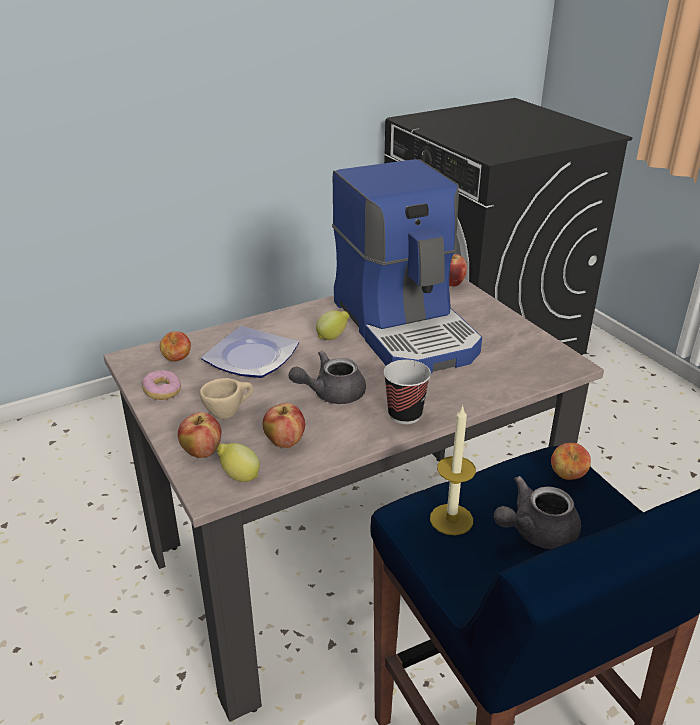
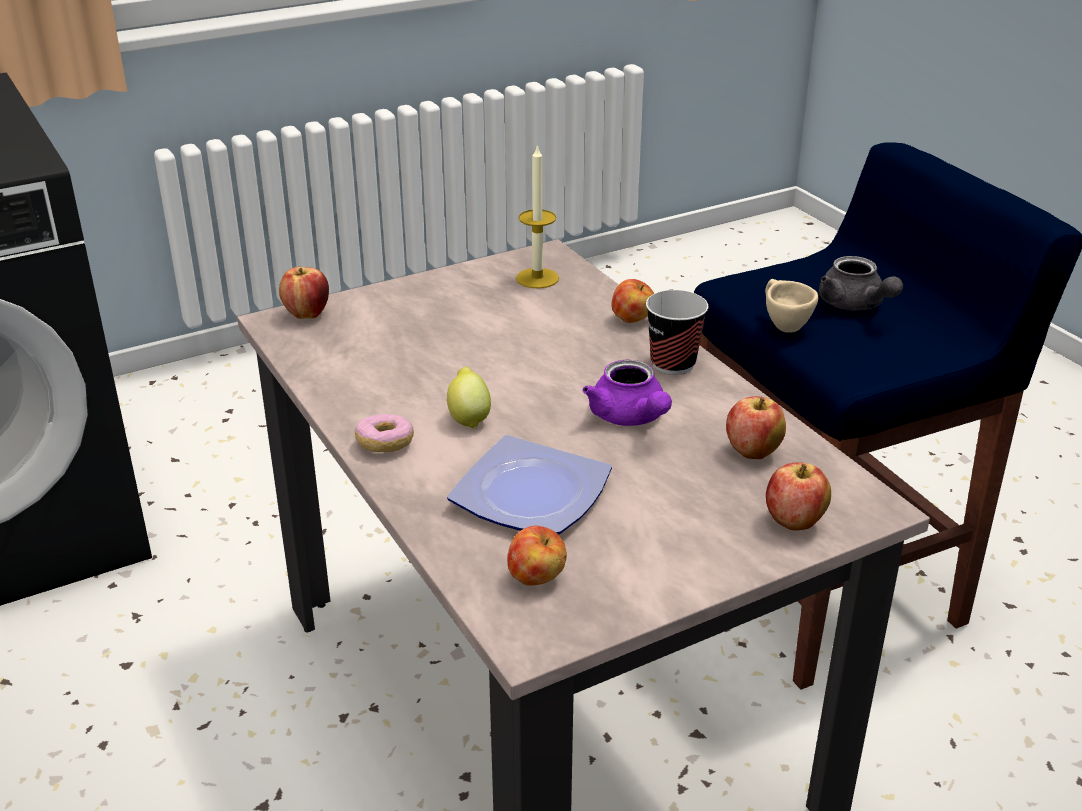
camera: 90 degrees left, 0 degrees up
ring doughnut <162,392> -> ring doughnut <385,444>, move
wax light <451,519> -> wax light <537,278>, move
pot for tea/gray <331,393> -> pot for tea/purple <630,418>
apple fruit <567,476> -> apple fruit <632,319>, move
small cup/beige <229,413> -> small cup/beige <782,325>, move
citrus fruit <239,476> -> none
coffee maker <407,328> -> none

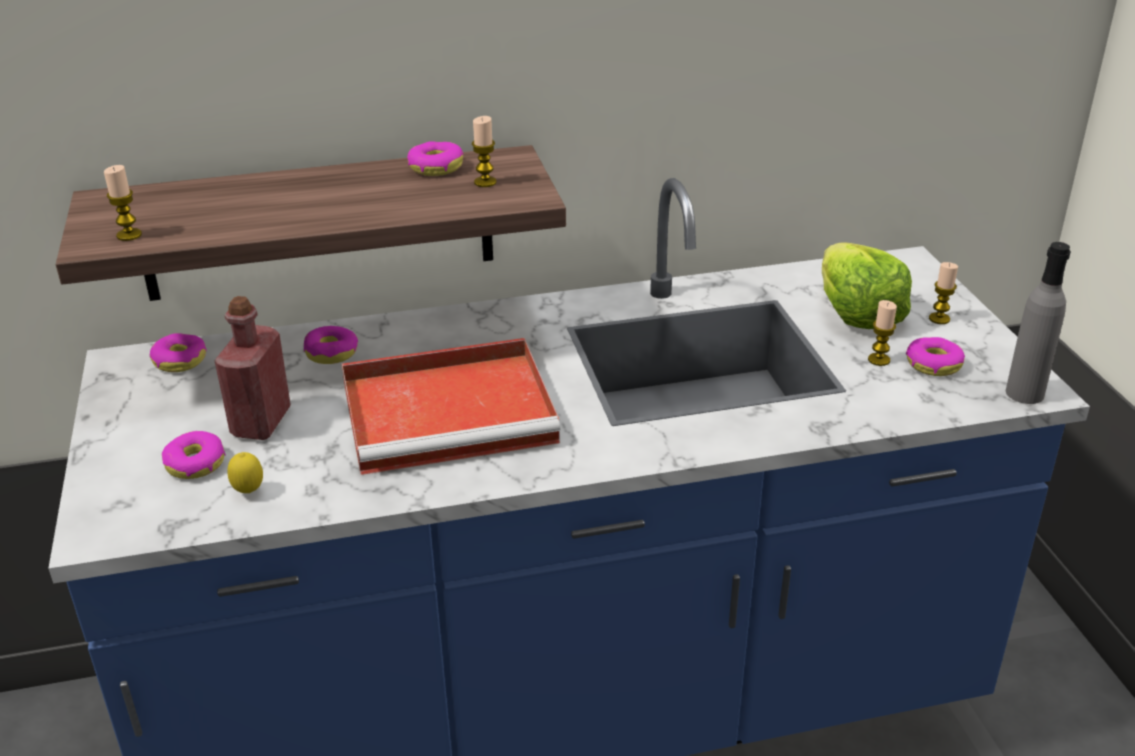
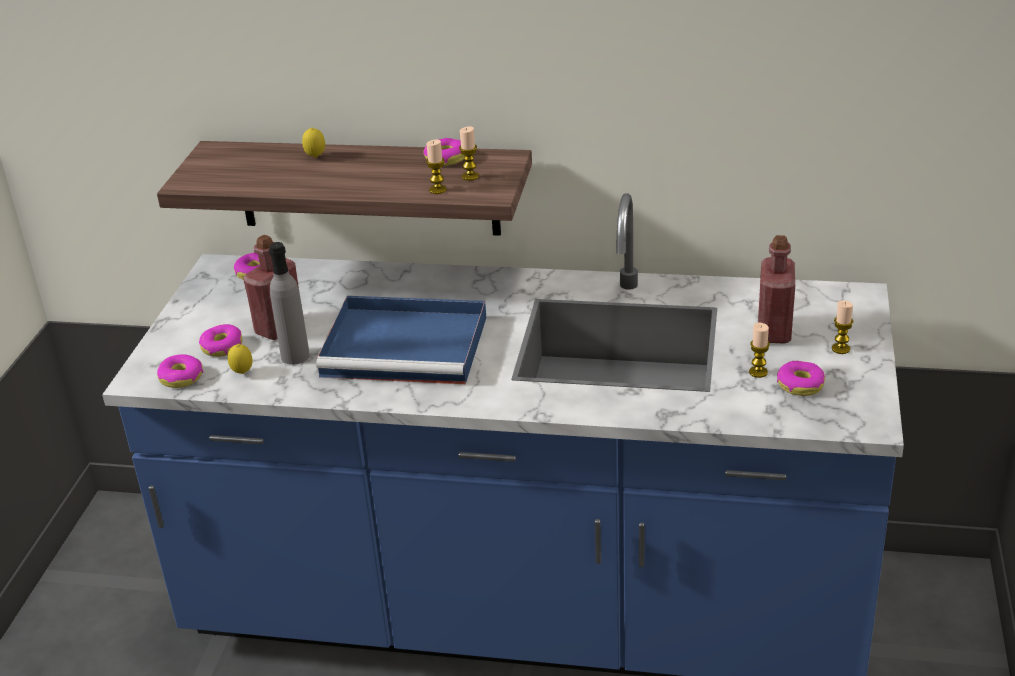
camera: 25 degrees right, 0 degrees up
ring doughnut <331,353> -> ring doughnut <181,377>, move
bottle/gray <1024,393> -> bottle/gray <295,356>, move
none -> citrus fruit <315,157>
tray/reddish <452,411> -> tray/blue-coloured <408,346>
wax light <129,235> -> wax light <438,190>, move
lettuce <857,313> -> bottle/reddish <774,331>

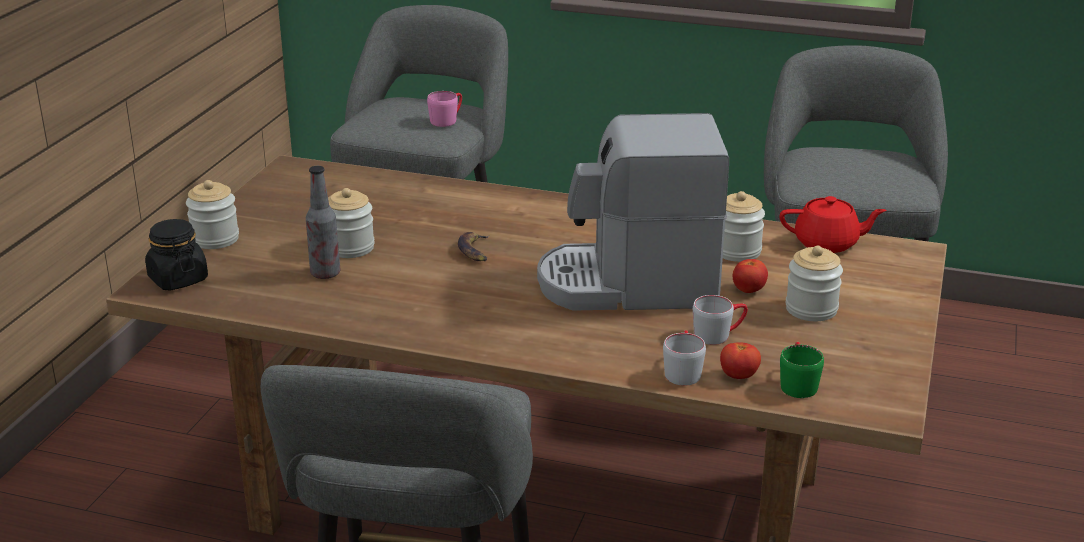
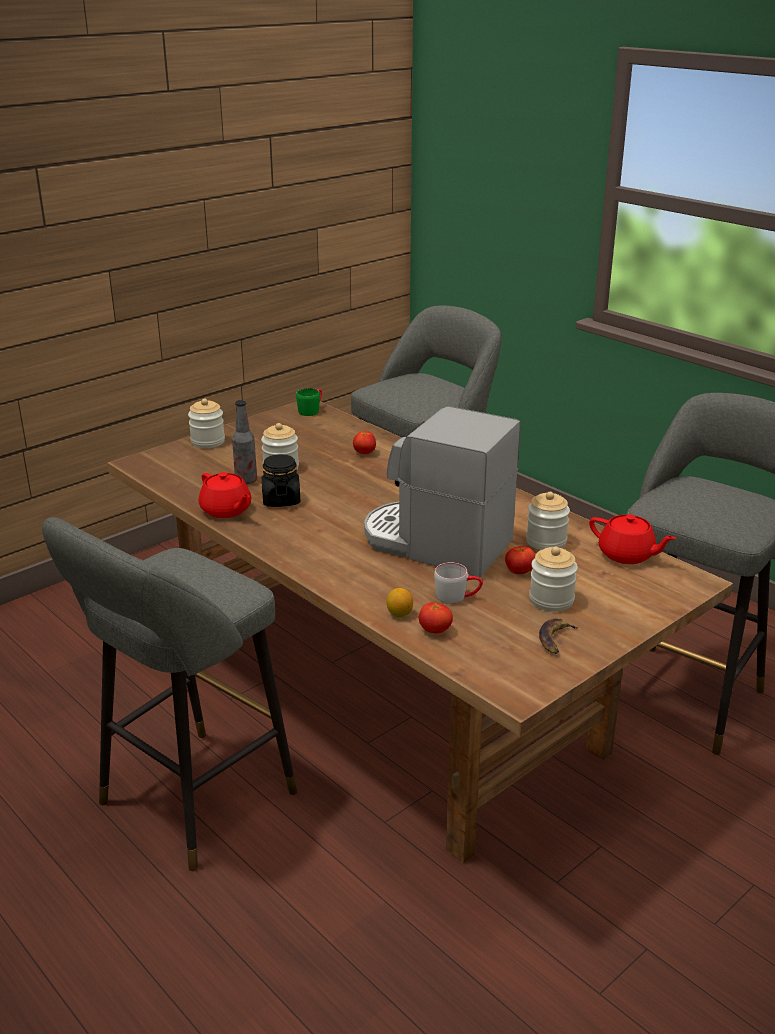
camera: 30 degrees right, 0 degrees up
none -> pot for tea/reddish <226,510>
jar/black <178,279> -> jar/black <281,500>, move
coffee mug/green <797,383> -> coffee mug/green <311,410>, move
none -> tomato <364,453>
coffee mug/gray <682,371> -> citrus fruit <399,614>
banana fruit <475,251> -> banana fruit <555,639>, move
coffee mug/pinkish <447,119> -> none

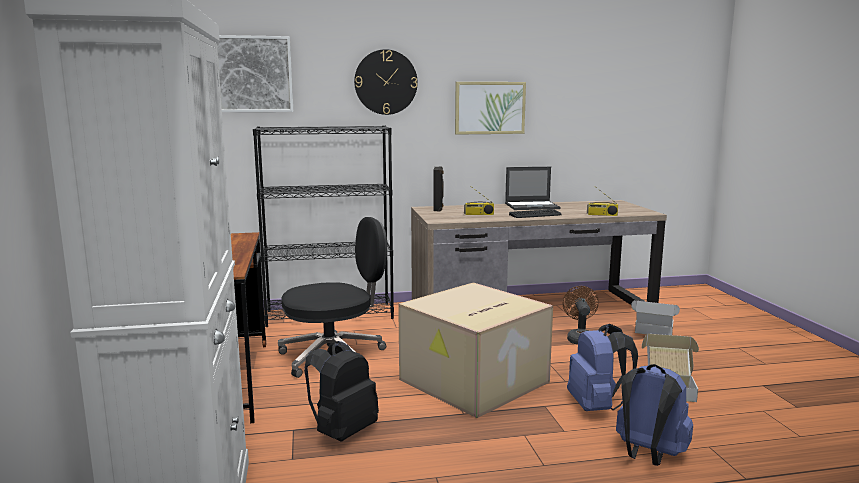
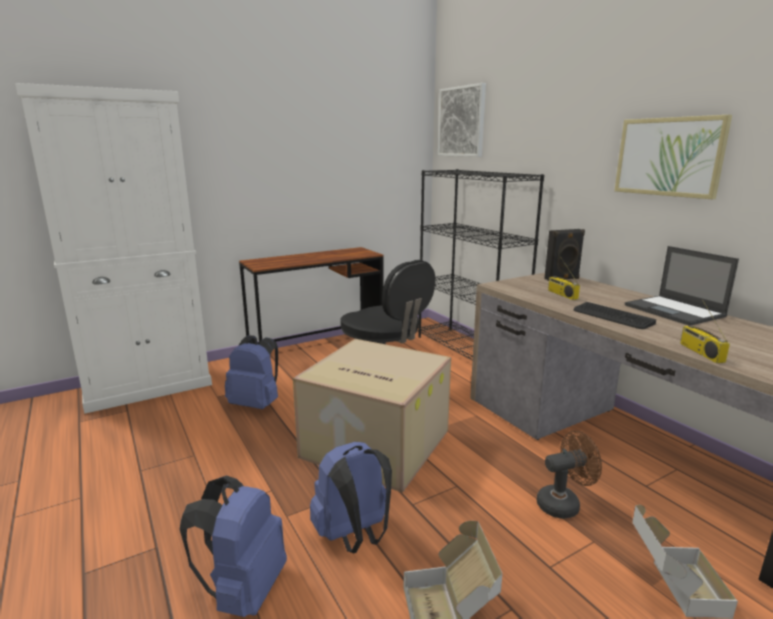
camera: 70 degrees right, 5 degrees up
backpack/black <342,432> -> backpack/blue-coloured <257,404>
clock on the wall <386,82> -> none

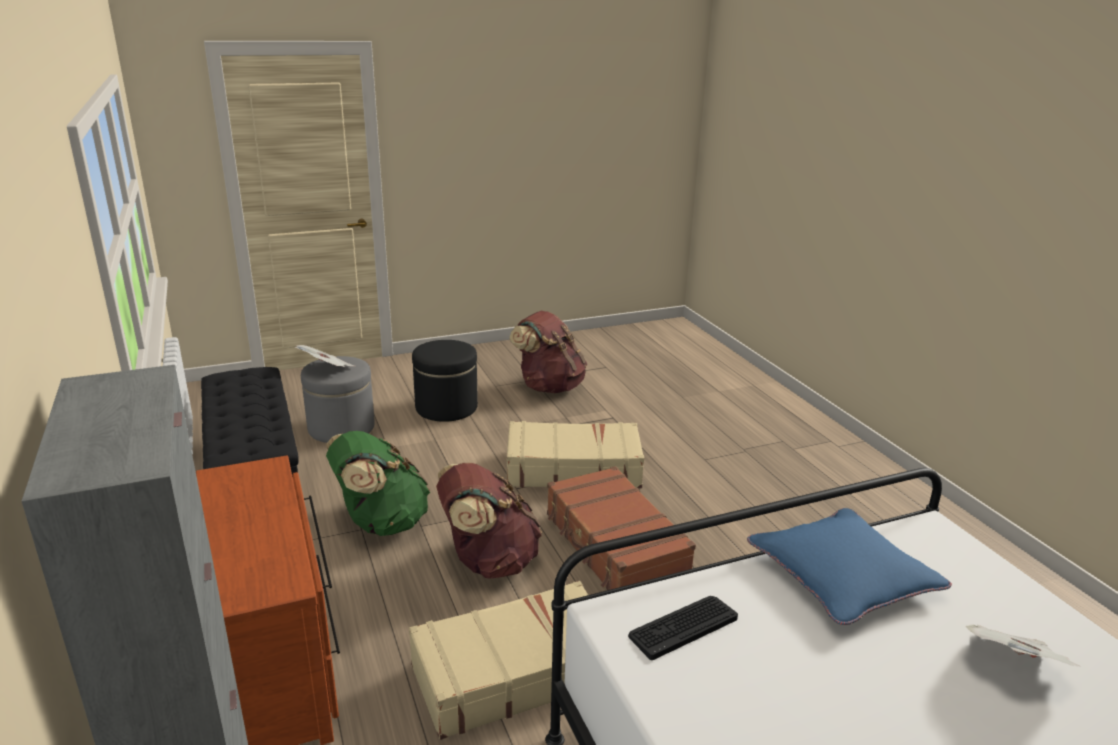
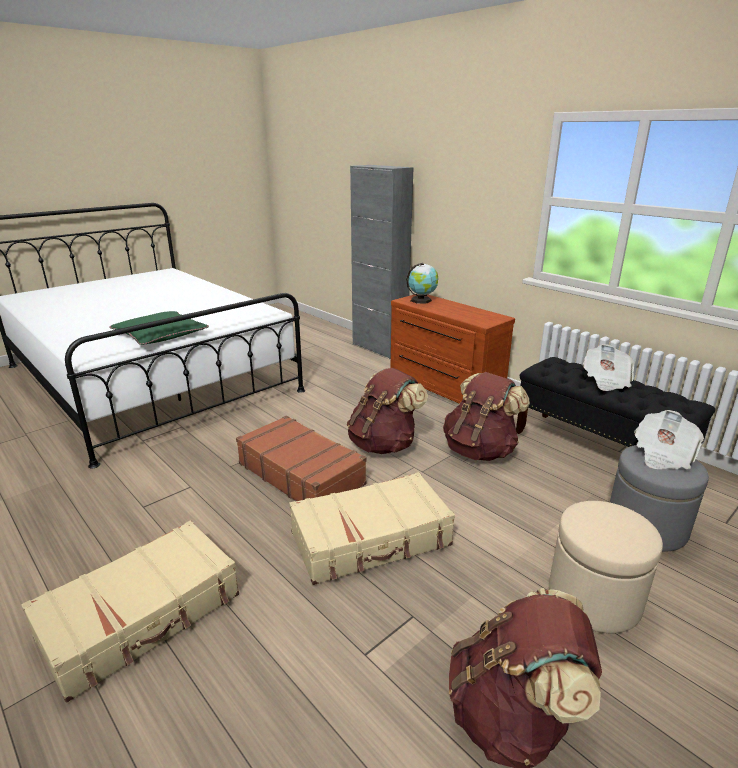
camera: 160 degrees right, 0 degrees up
piece of luggage/beige <514,672> -> piece of luggage/beige <142,616>, move
throw pillow/blue-coloured <842,575> -> throw pillow/green <160,335>
none -> desk globe <422,300>
backpack/green <381,523> -> backpack/brownish <480,450>
ottoman/black <446,407> -> ottoman/beige <594,598>
newspaper <1014,665> -> newspaper <606,381>, move
computer keyboard <682,627> -> none

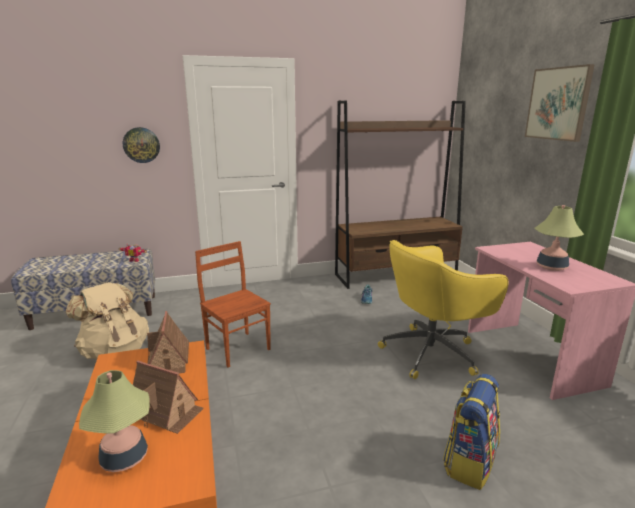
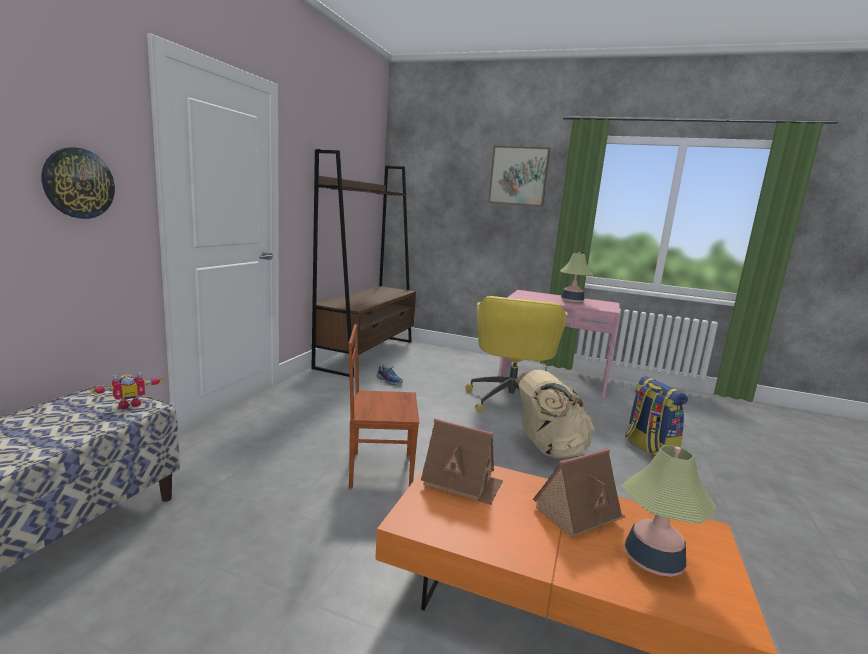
camera: 55 degrees left, 5 degrees down
backpack/beige <115,351> -> backpack/beige <548,449>, move

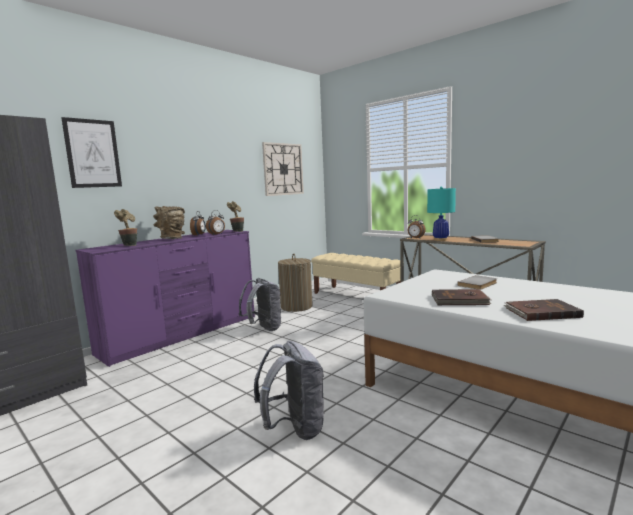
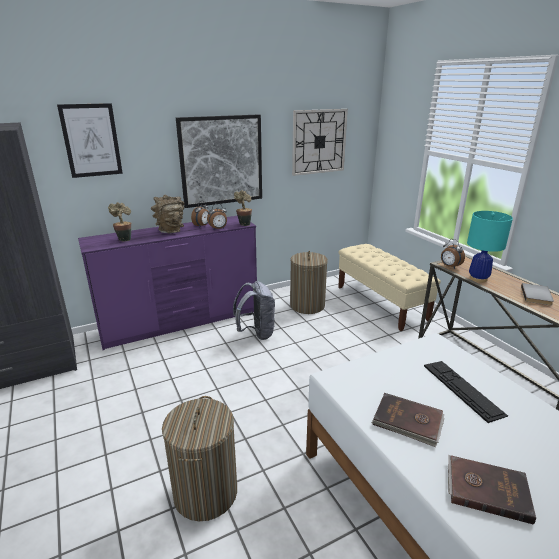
camera: 20 degrees right, 15 degrees up
backpack/gray <294,429> -> laundry basket <205,492>
none -> wall picture <221,160>
volume/gray <479,284> -> computer keyboard <462,389>

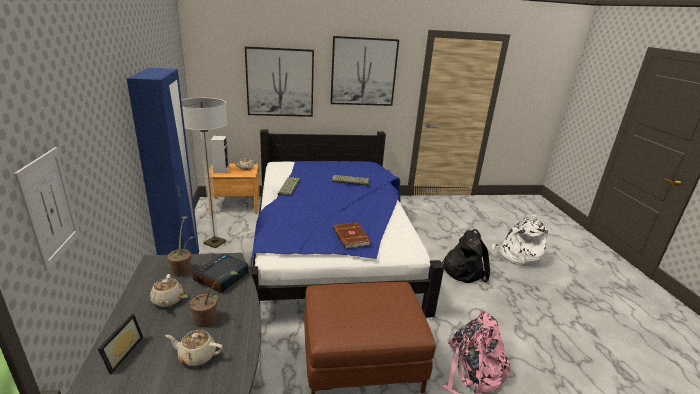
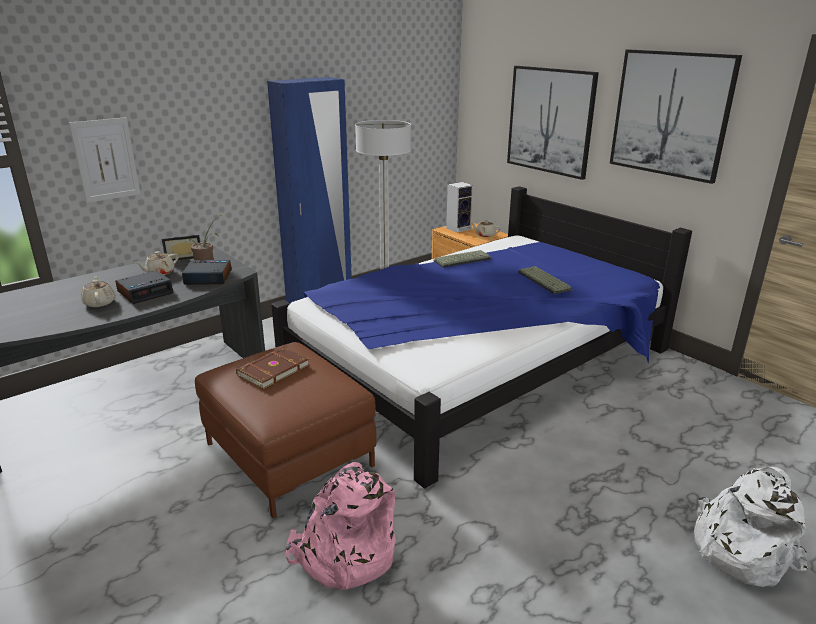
camera: 60 degrees right, 0 degrees up
houseplant <209,319> -> bedside clock <146,292>
picture frame <120,353> -> picture frame <183,257>, move
volume/brownish <350,237> -> volume/brownish <272,370>, move
backpack/black <463,270> -> none

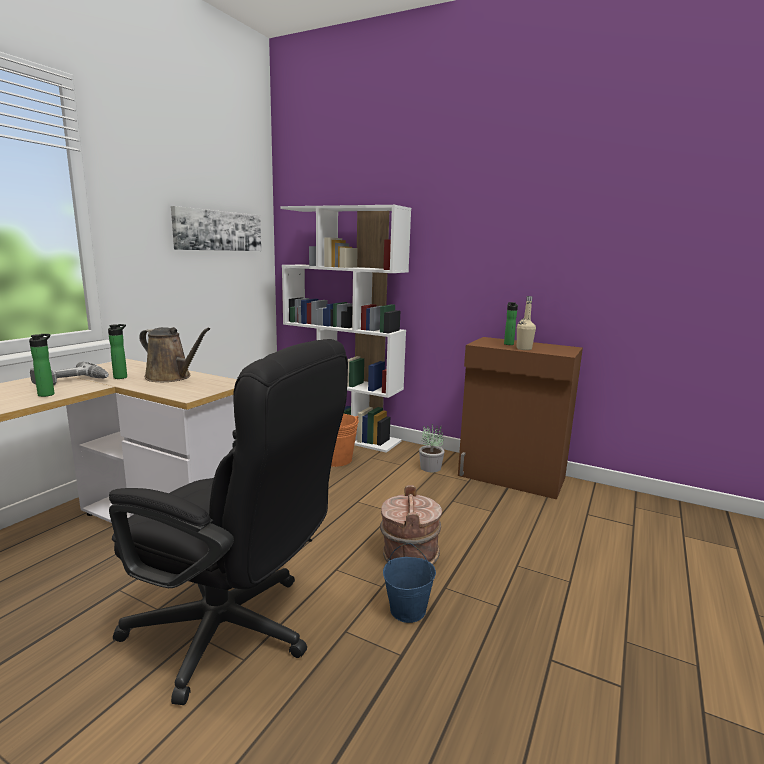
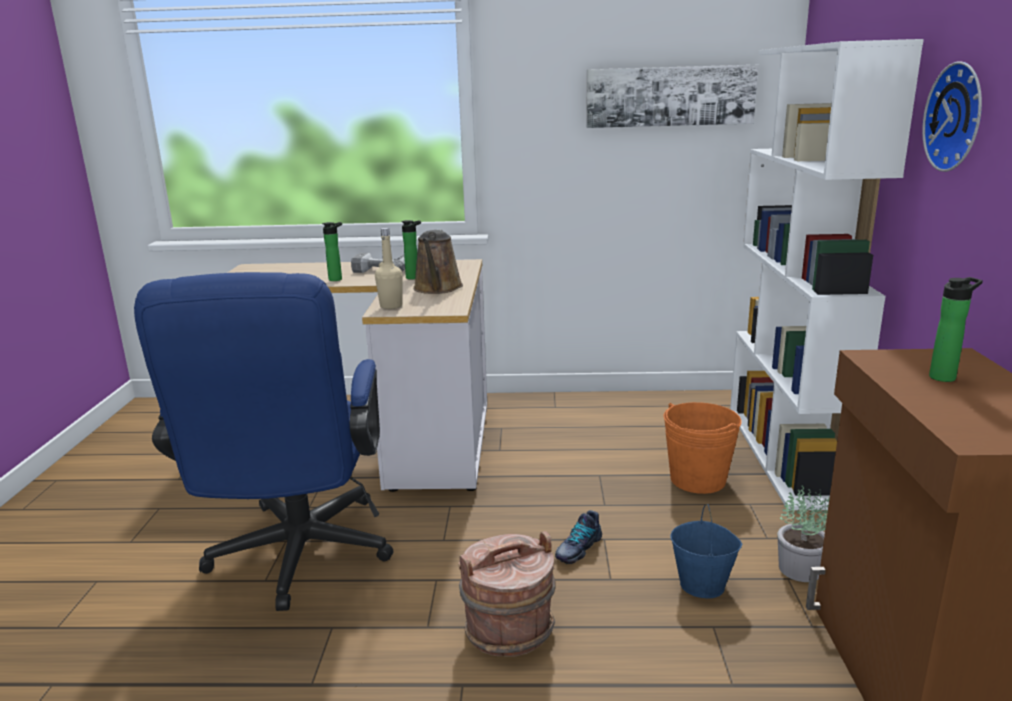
camera: 65 degrees right, 5 degrees up
computer chair/black <236,632> -> computer chair/blue-coloured <297,560>
bottle/beige <524,349> -> bottle/beige <391,306>, move
none -> item of footwear <577,548>
water bucket/blue-coloured <408,610> -> water bucket/blue-coloured <703,585>, move
none -> clock on the wall <959,117>

